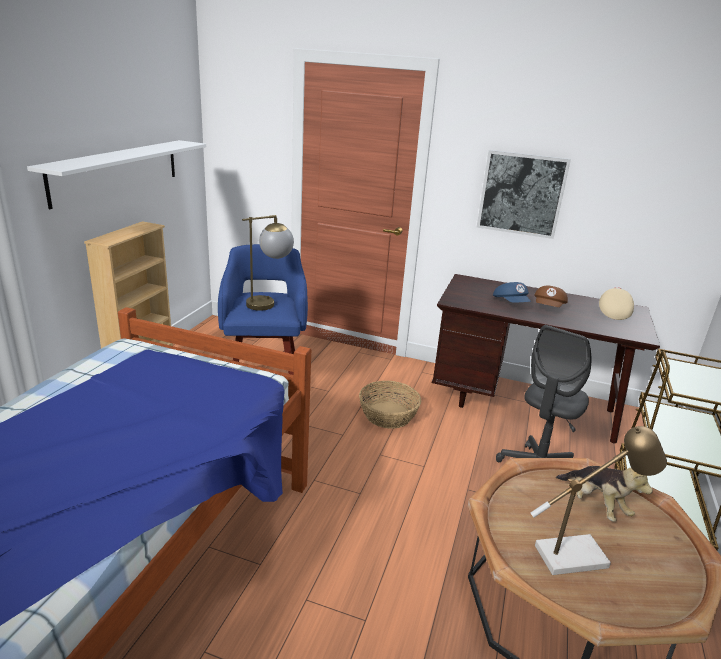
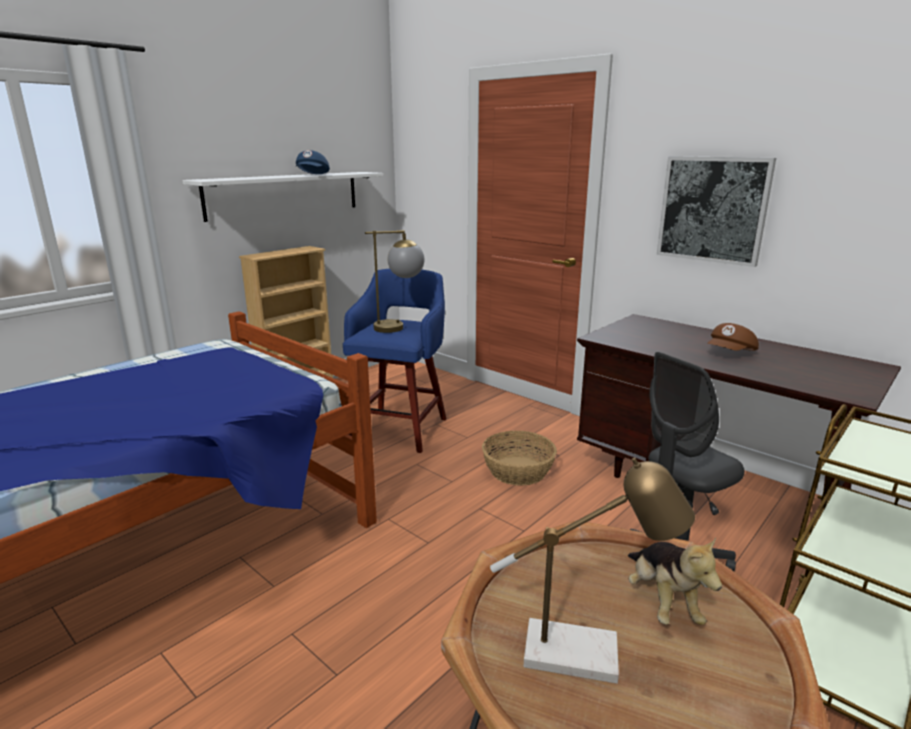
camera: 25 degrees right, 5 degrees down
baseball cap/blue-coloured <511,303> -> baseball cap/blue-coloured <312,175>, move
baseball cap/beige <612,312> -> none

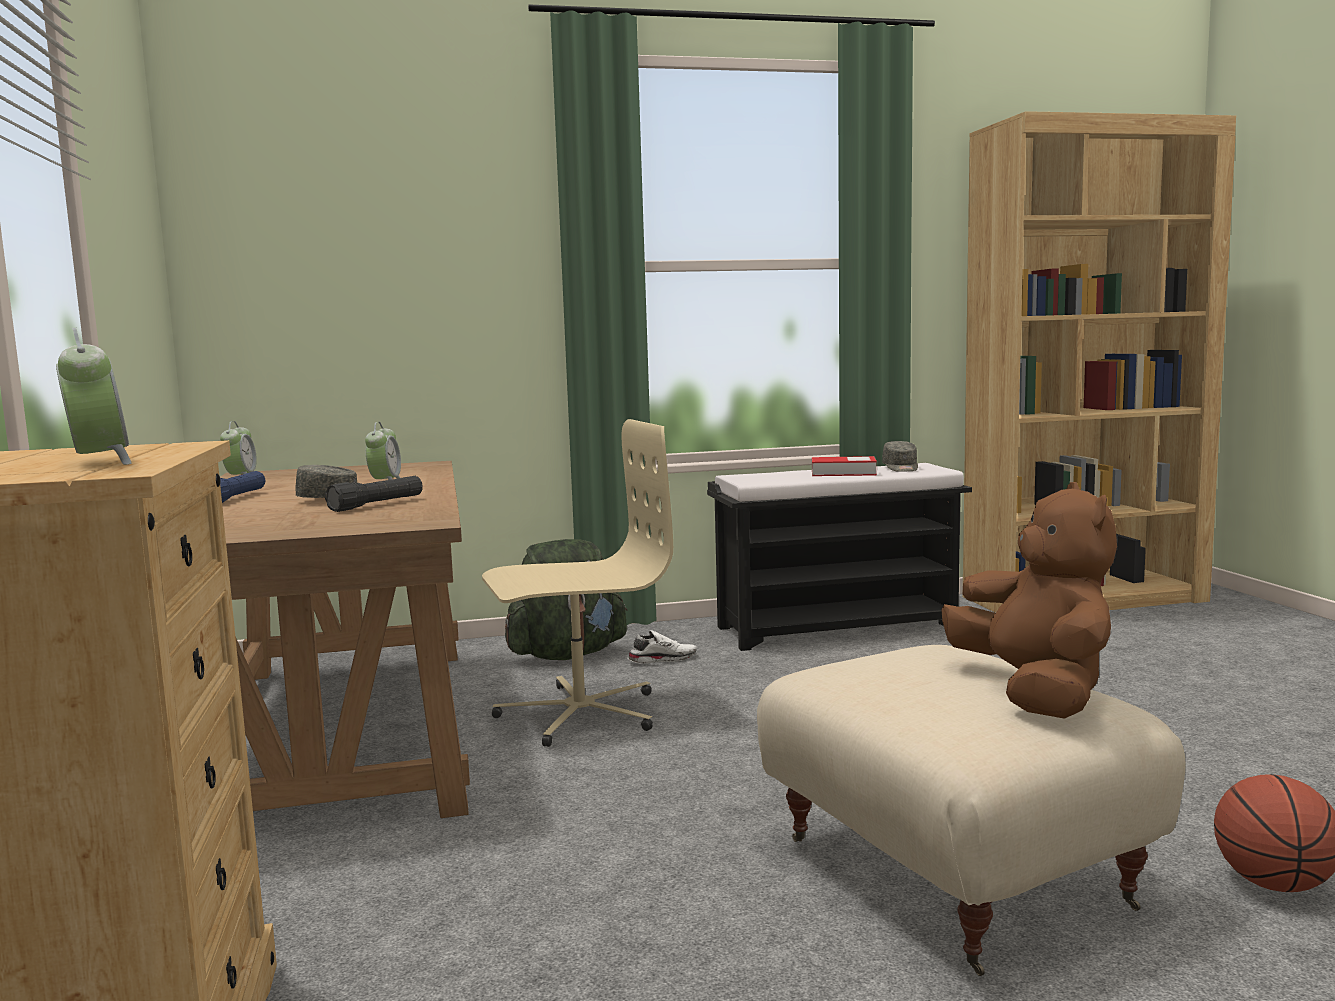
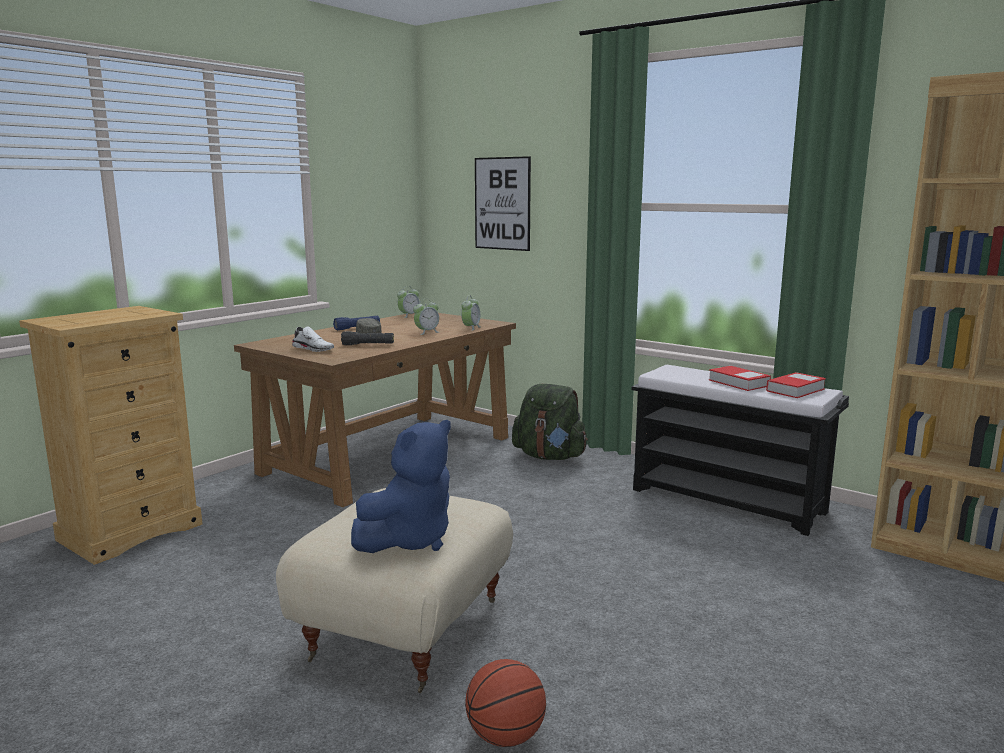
camera: 50 degrees right, 5 degrees up
item of footwear/whitish <662,659> -> item of footwear/whitish <314,349>, move
soft toy/brownish <1034,692> -> soft toy/blue-coloured <409,540>
bedside clock <99,462> -> bedside clock <471,328>, move
none -> wall picture <502,203>
baseball cap/gray <901,468> -> volume <795,390>
computer chair/beige <578,713> -> none

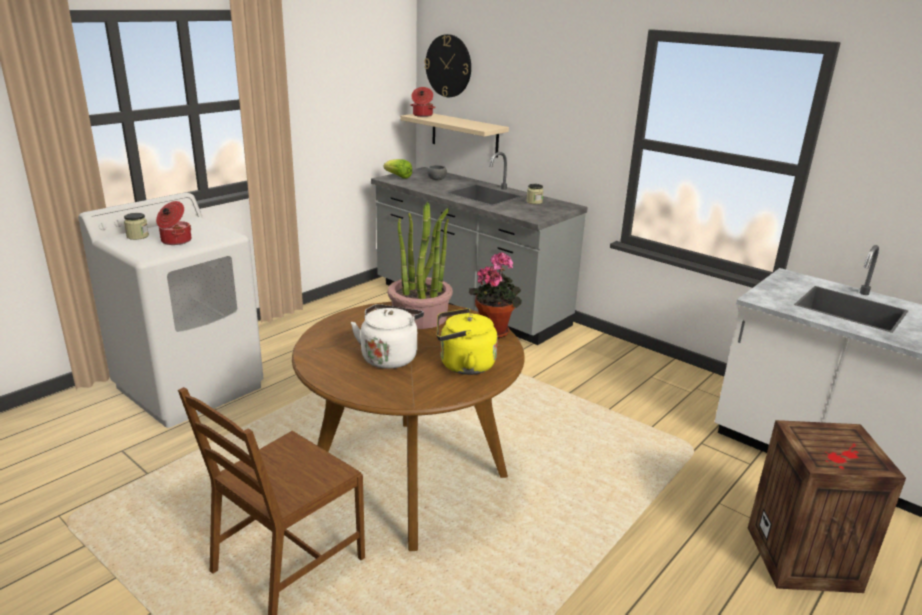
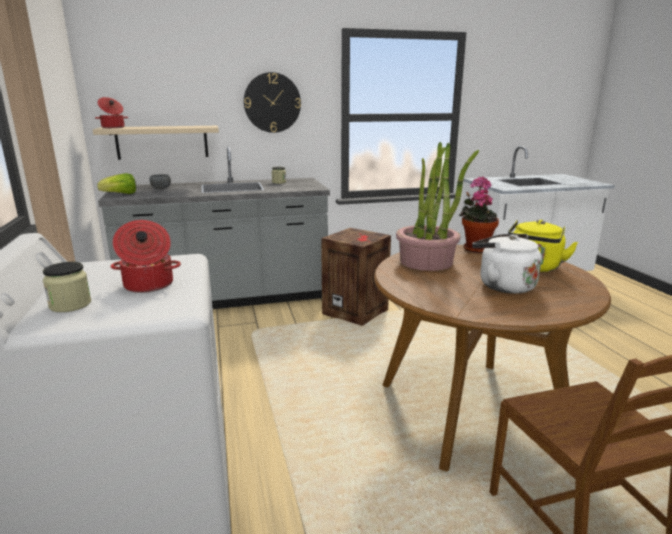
camera: 55 degrees left, 5 degrees down
clock on the wall <448,66> -> clock on the wall <272,103>, move
crate <805,560> -> crate <356,311>, move

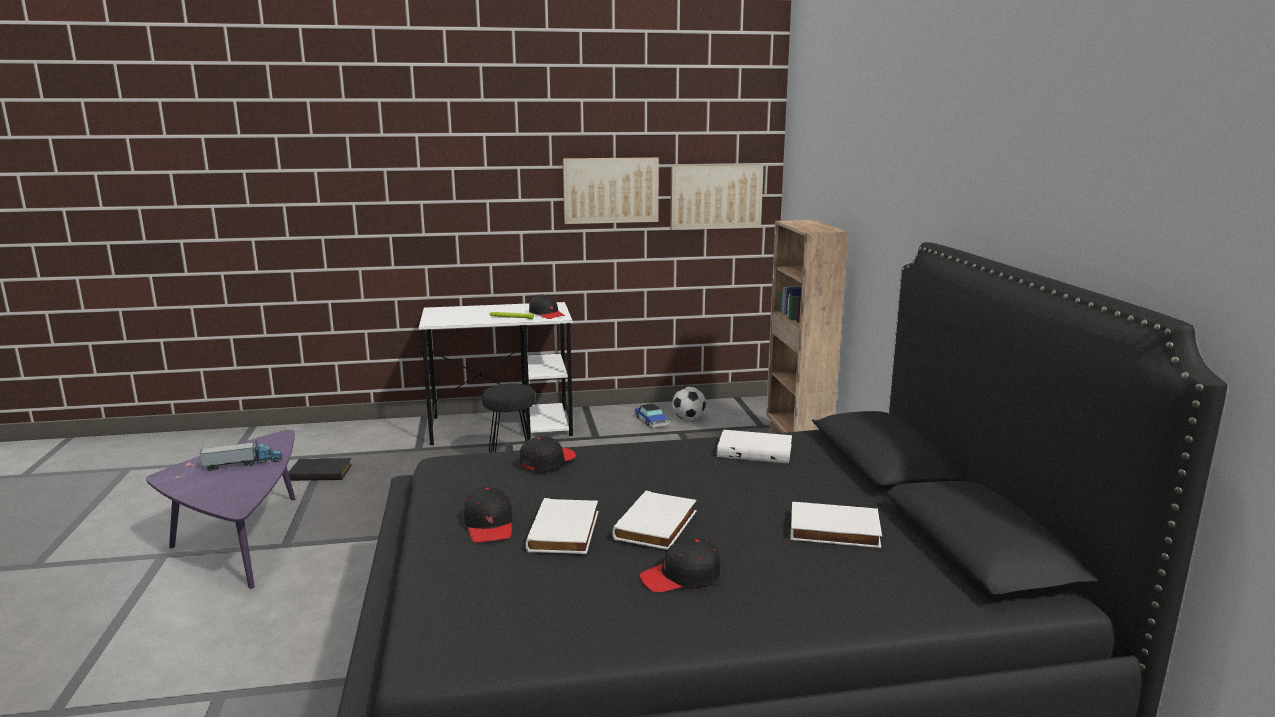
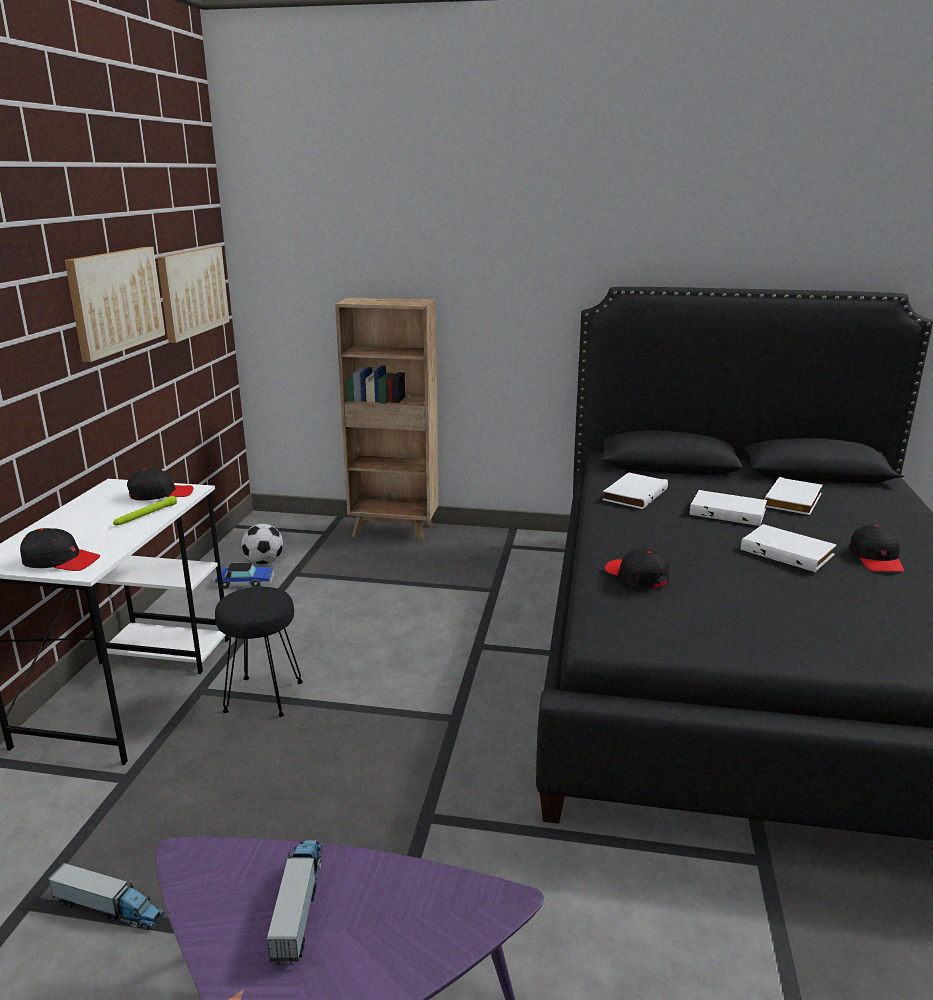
camera: 70 degrees left, 5 degrees up
baseball cap/black <489,525> -> baseball cap/black <61,561>, move
volume/black <321,472> -> model truck <109,908>
volume/whitish <566,532> -> volume/whitish <728,511>, move

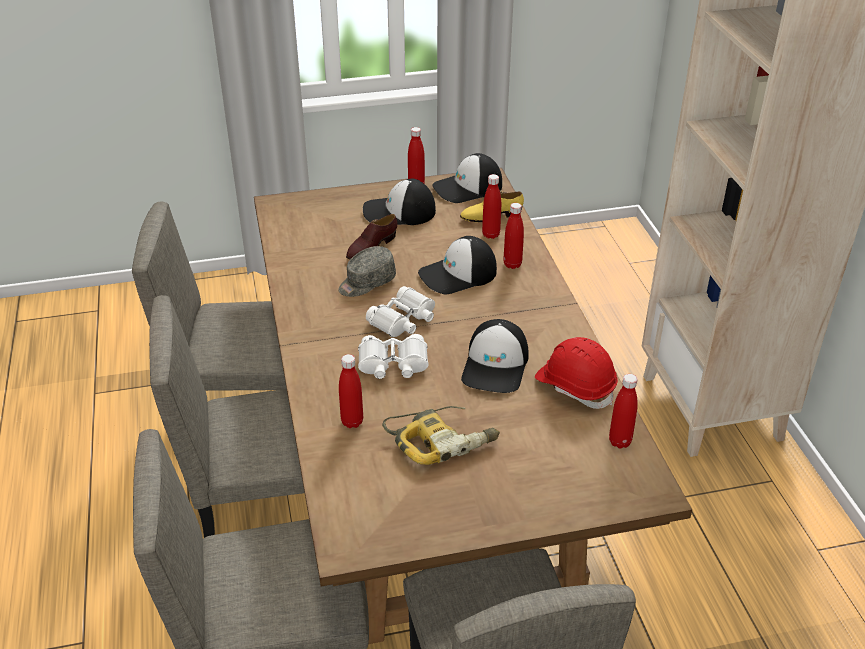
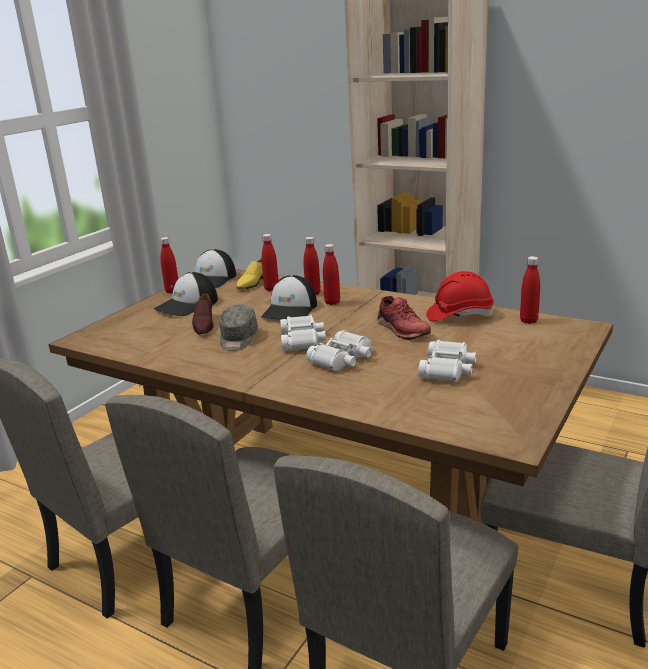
camera: 45 degrees left, 15 degrees down
bottle/reddish <352,422> -> bottle/reddish <332,302>, move
baseball cap <496,366> -> item of footwear/reddish <402,329>
power drill <442,439> -> field glasses/whitish <448,369>

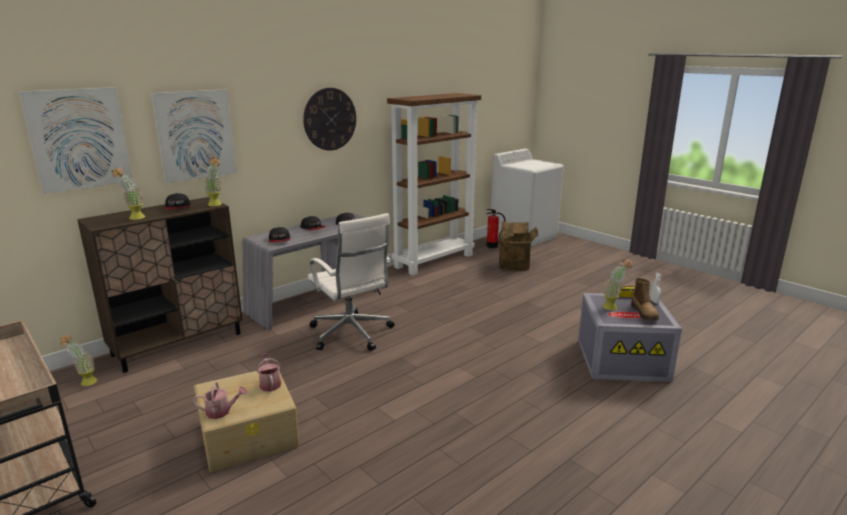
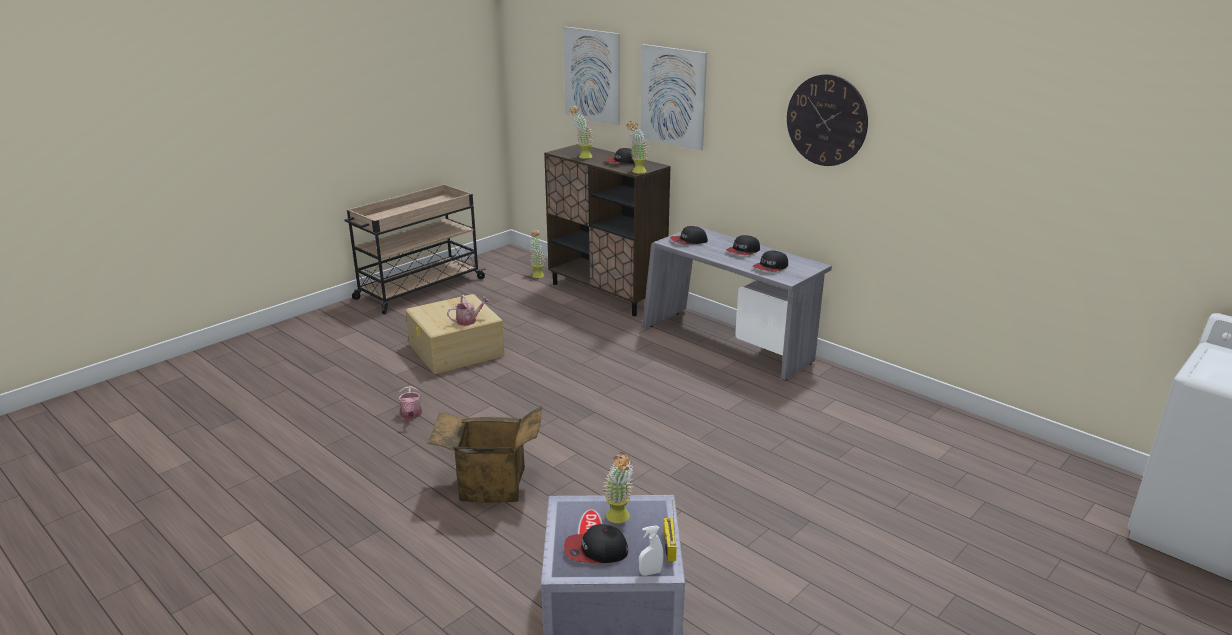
camera: 85 degrees right, 5 degrees up
watering pot <222,411> -> watering pot <411,415>, move
cardboard box <515,264> -> cardboard box <490,486>, move
tall boot <644,313> -> baseball cap <595,551>
computer chair/whitish <351,334> -> none
bookshelf/brownish <434,260> -> none
fire extinguisher <492,246> -> none

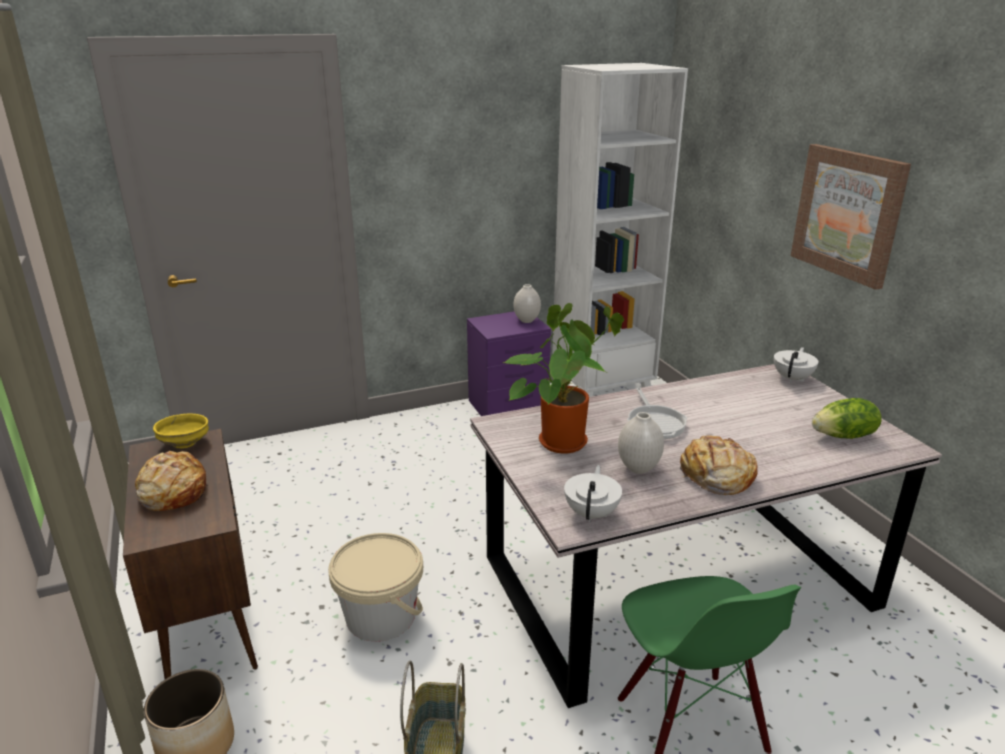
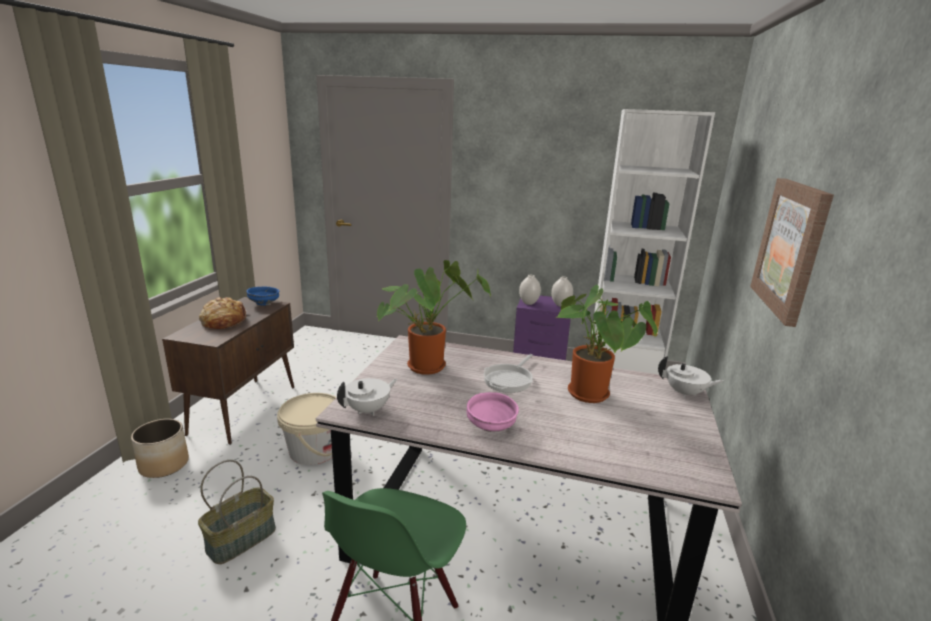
camera: 35 degrees right, 5 degrees down
bowl/yellow-coloured <185,443> -> bowl/blue-coloured <264,303>
bread <715,476> -> bowl/pinkish <491,427>
flower vase/whitish <639,468> -> flower vase/whitish <529,303>, move
none -> houseplant <592,396>
pot for tea/whitish <792,378> -> pot for tea/whitish <685,393>, 45 degrees clockwise
lettuce <844,436> -> none

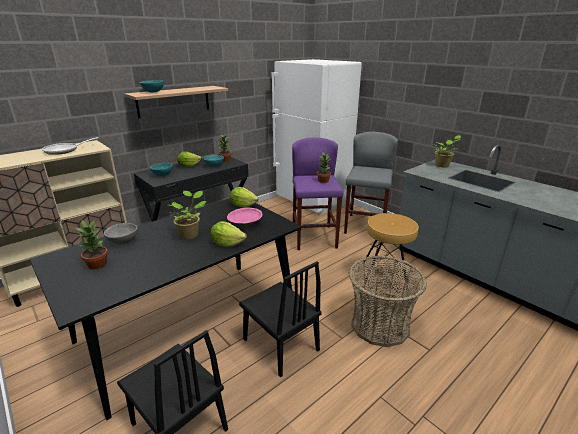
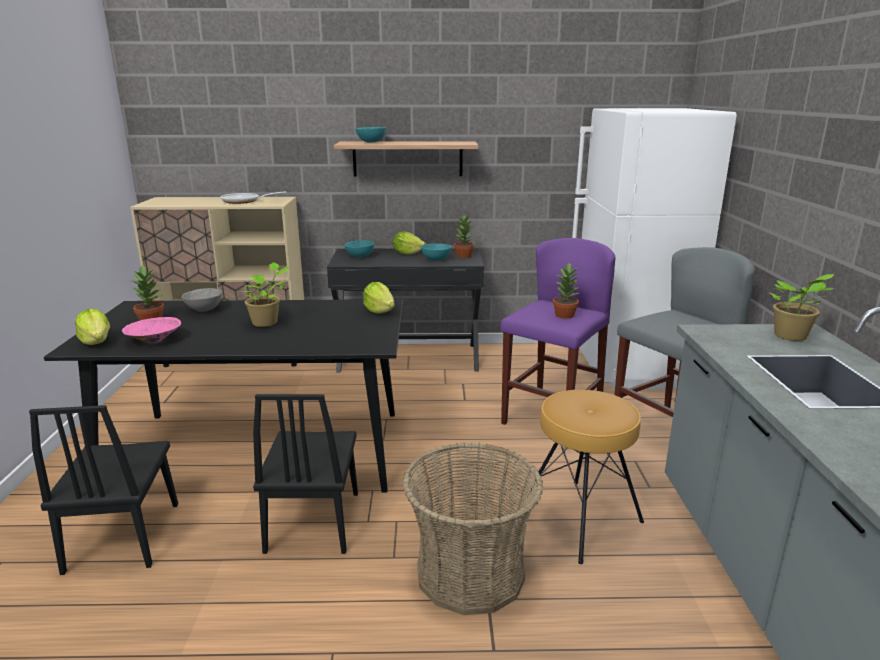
camera: 40 degrees right, 5 degrees down
lettuce <227,243> -> lettuce <96,342>, move
bowl/pinkish <245,224> -> bowl/pinkish <153,340>, move

